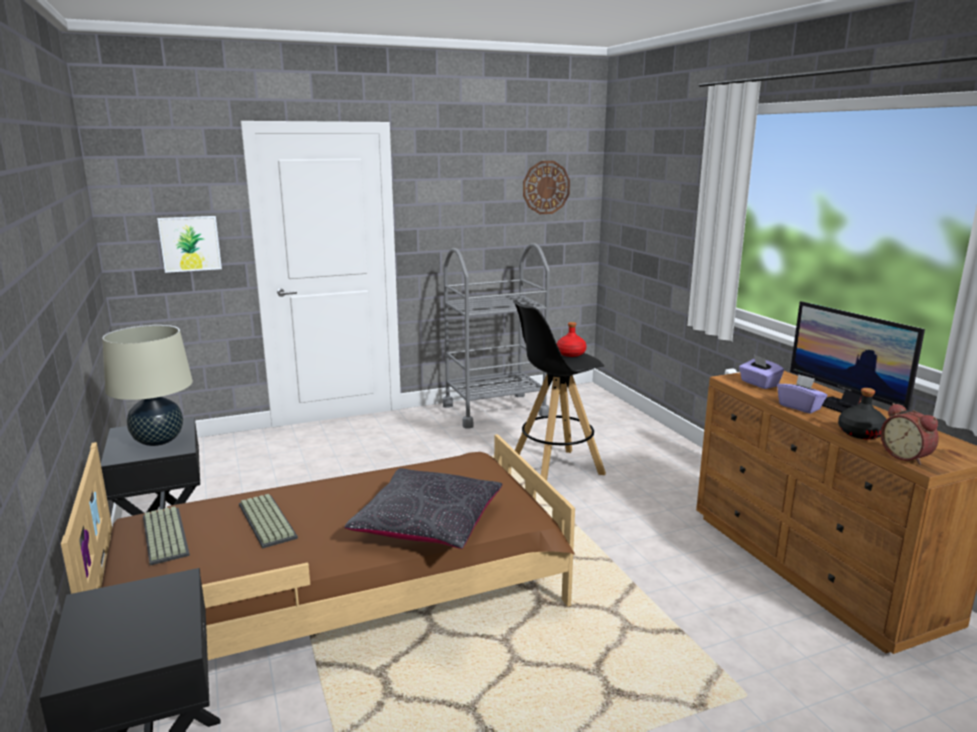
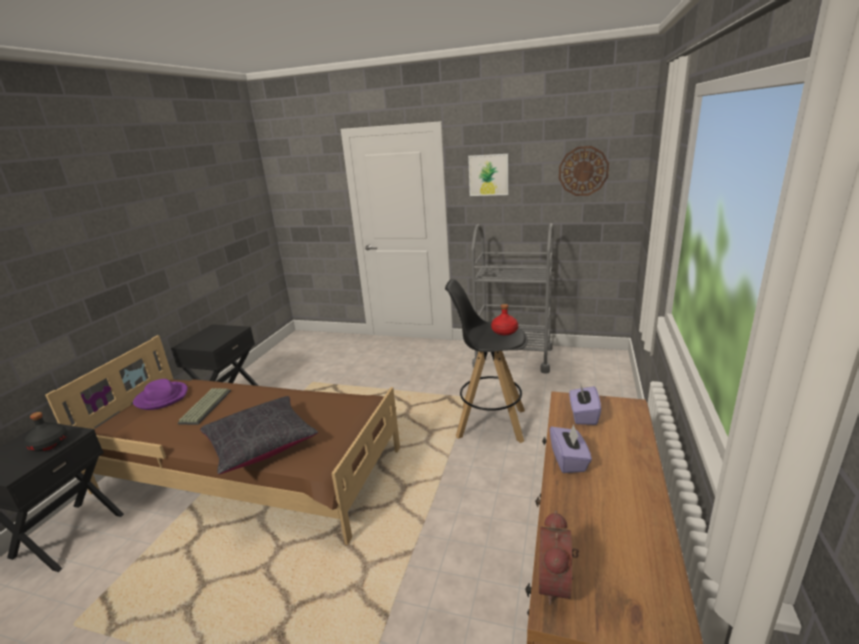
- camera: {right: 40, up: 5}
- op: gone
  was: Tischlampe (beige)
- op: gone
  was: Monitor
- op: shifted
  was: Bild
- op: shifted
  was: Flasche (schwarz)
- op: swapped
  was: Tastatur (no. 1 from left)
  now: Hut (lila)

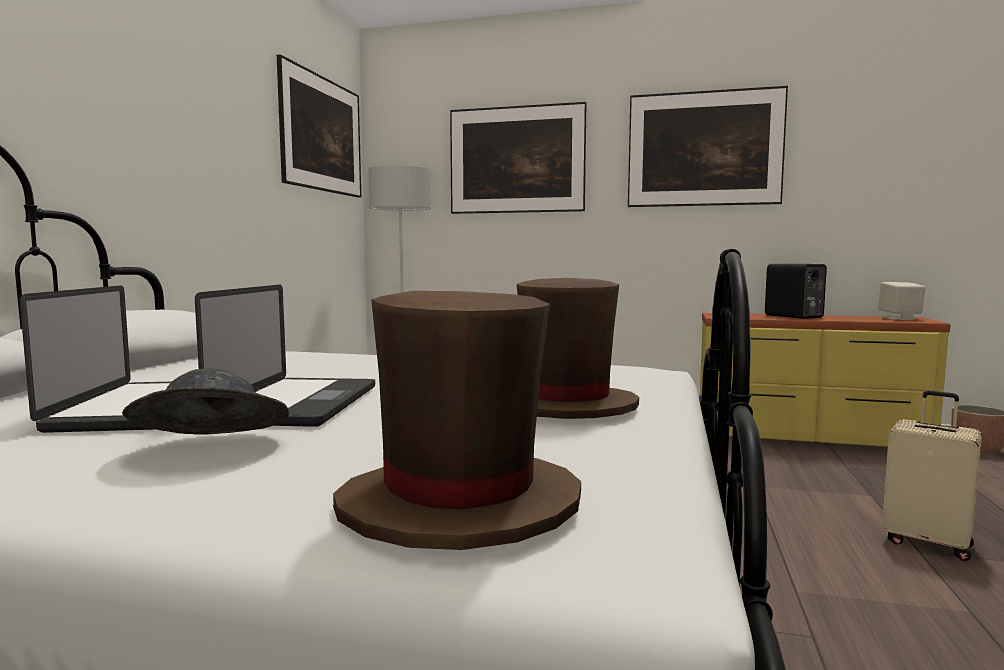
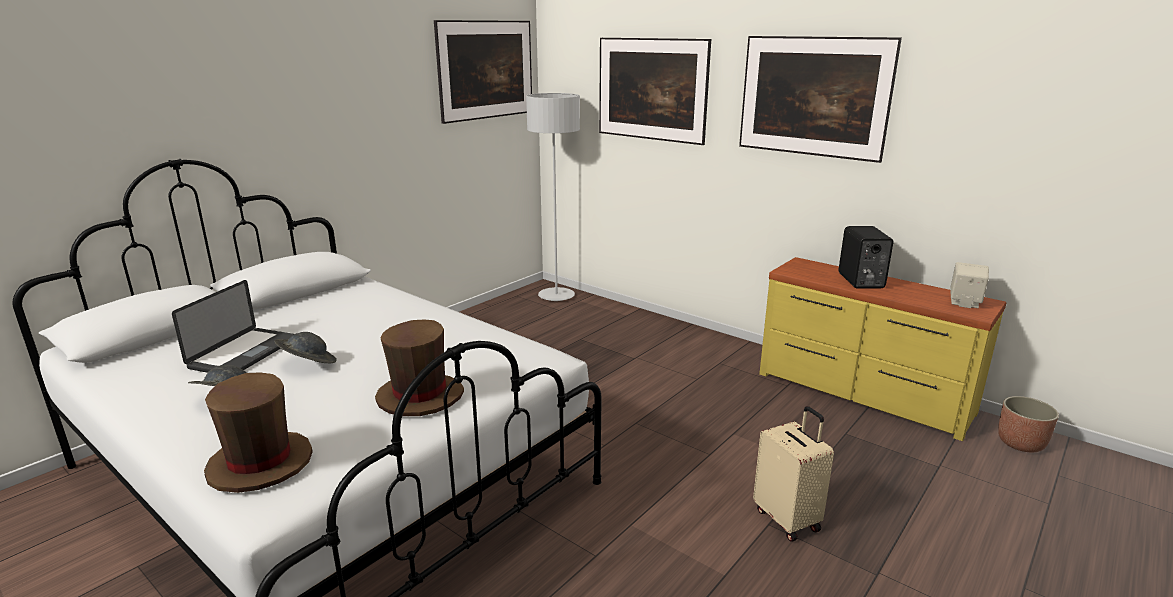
- camera: {right: 25, up: 15}
- op: swapped
  was: Laptop (no. 2 from left)
  now: Hut (grau) (no. 2 from left)

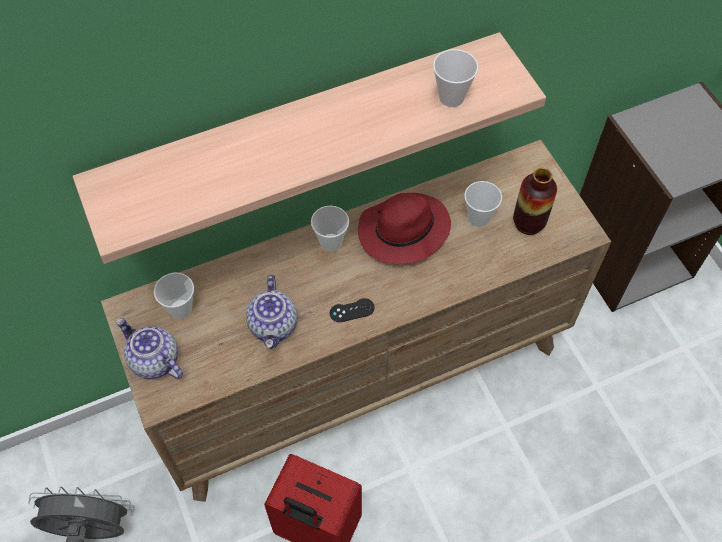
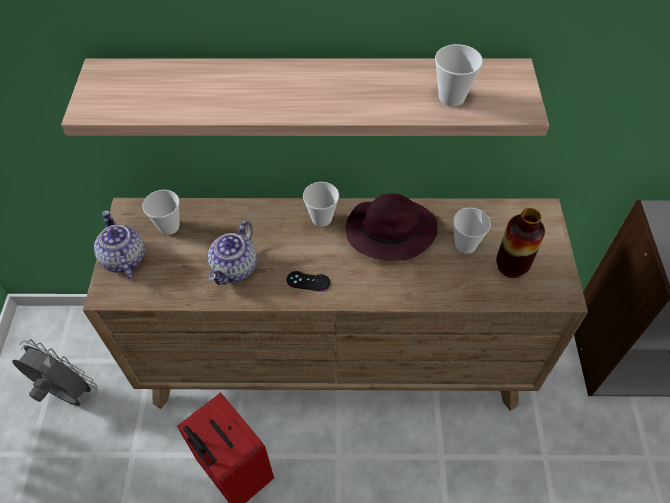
- camera: {right: 25, up: -5}
- op: repainted
  was: Hut (rot)
  now: Hut (lila)

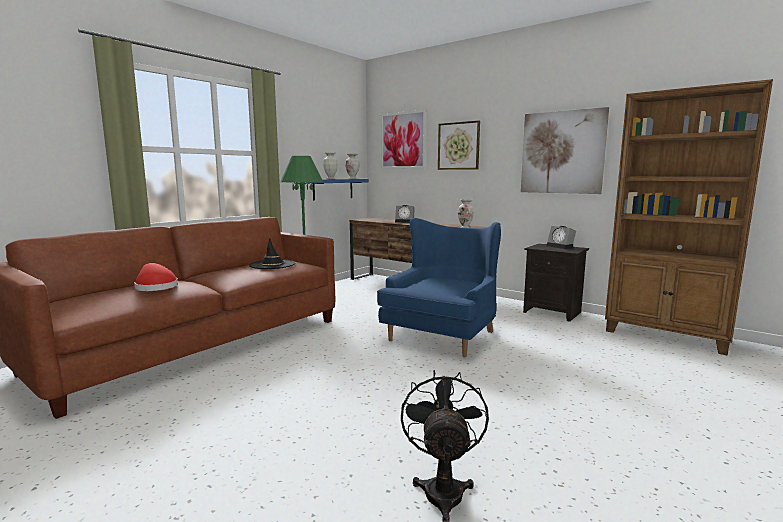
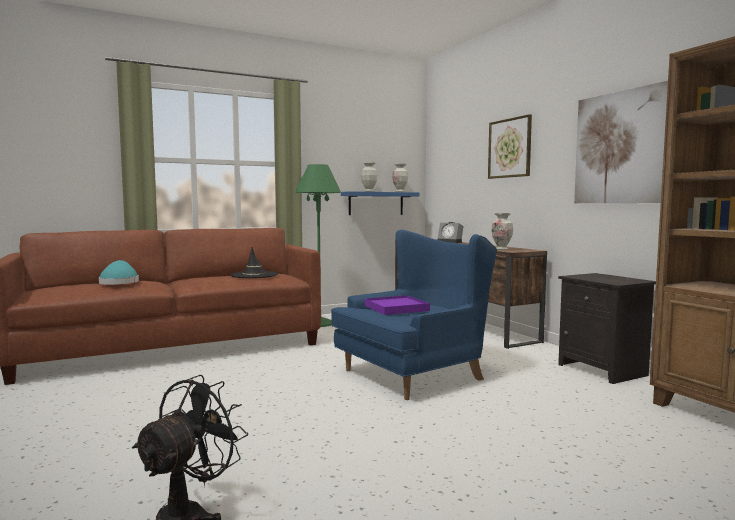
- camera: {right: 25, up: -5}
- op: gone
  was: Bild (no. 1 from left)
- op: gone
  was: Wecker (no. 2 from left)
- op: new
  now: Tablett (lila)
- op: repainted
  was: Hut (rot)
  now: Hut (türkis)

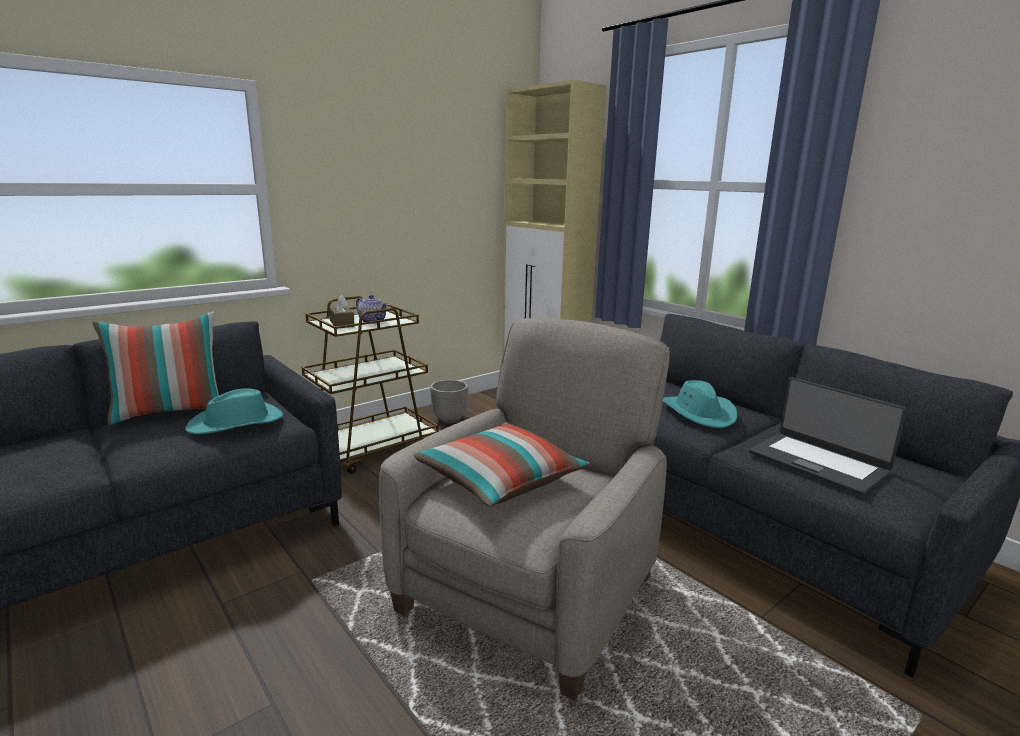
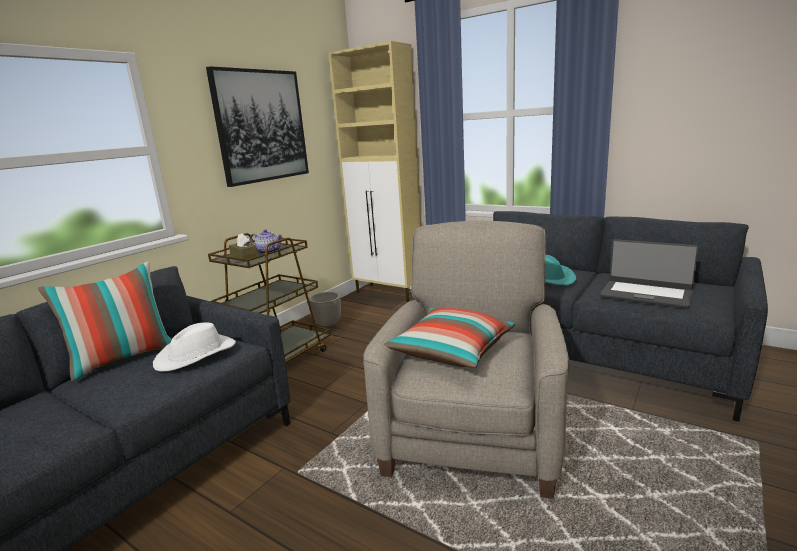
- camera: {right: -15, up: 0}
- op: new
  now: Bild
- op: repainted
  was: Hut (türkis) (no. 1 from left)
  now: Hut (weiß)

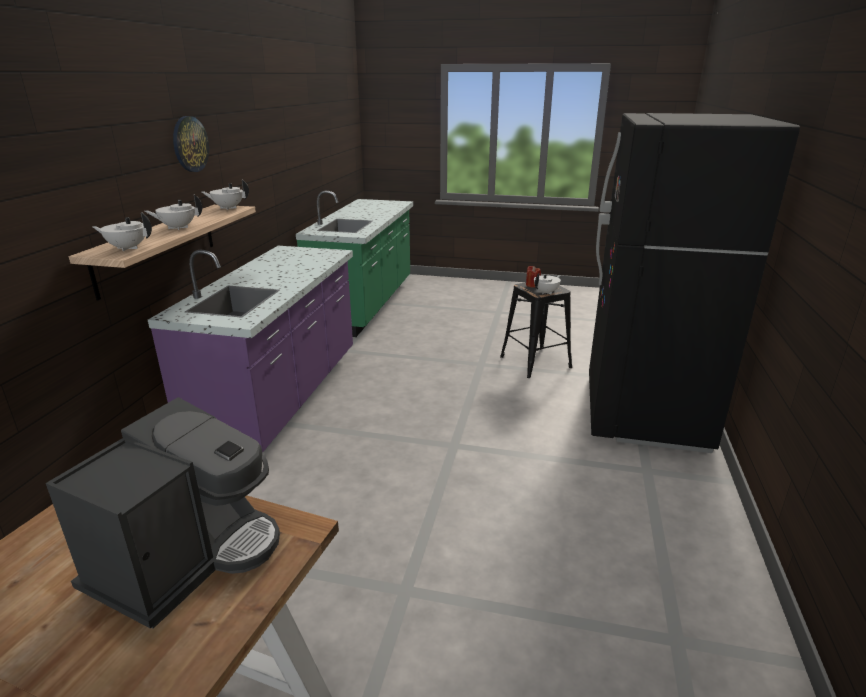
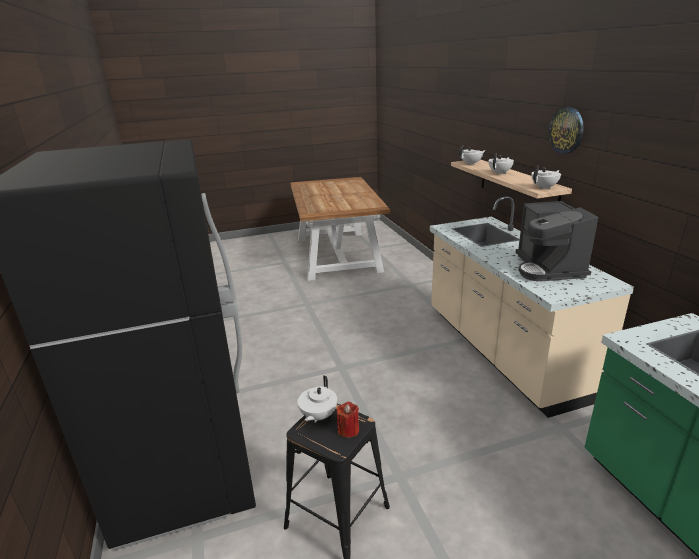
- camera: {right: 150, up: 0}
- op: shifted
  was: Kaffeemaschine
- op: repainted
  was: Küchenzeile (lila)
  now: Küchenzeile (beige)

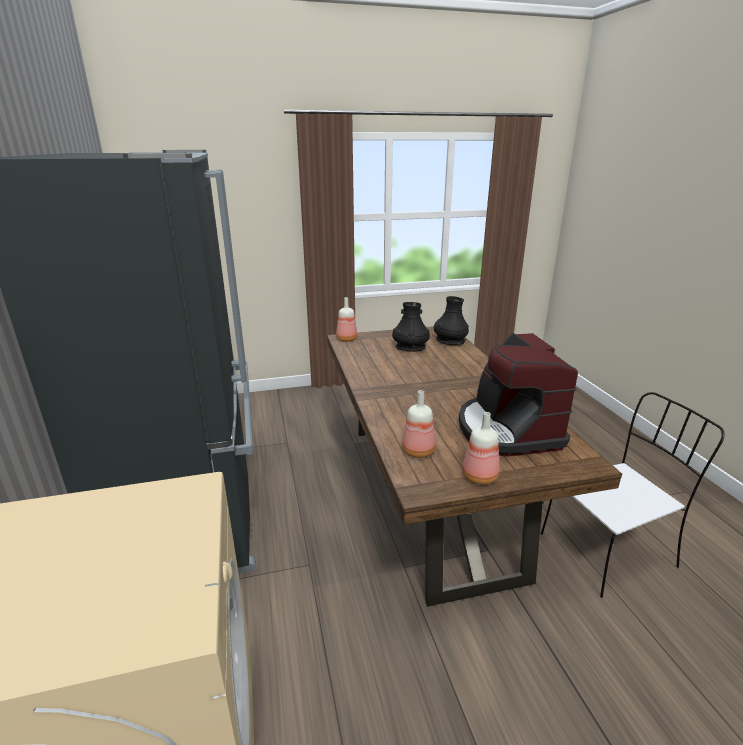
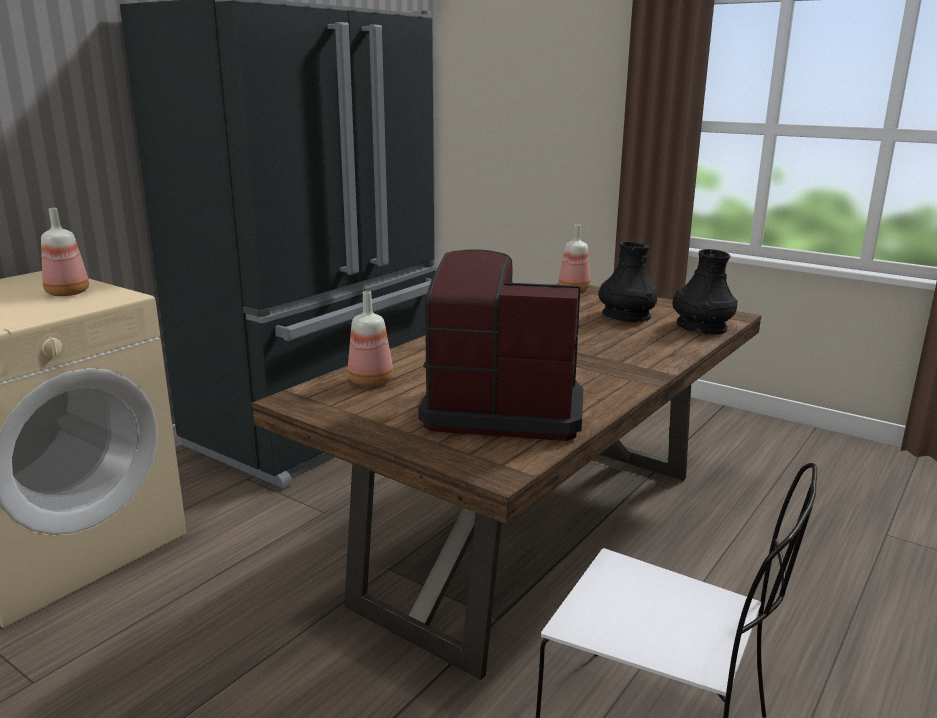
- camera: {right: 50, up: -5}
- op: shifted
  was: Flasche (no. 3 from left in the first image)
  now: Flasche (no. 1 from left)
- op: rotated
  was: Kaffeemaschine
  clockwise: 60

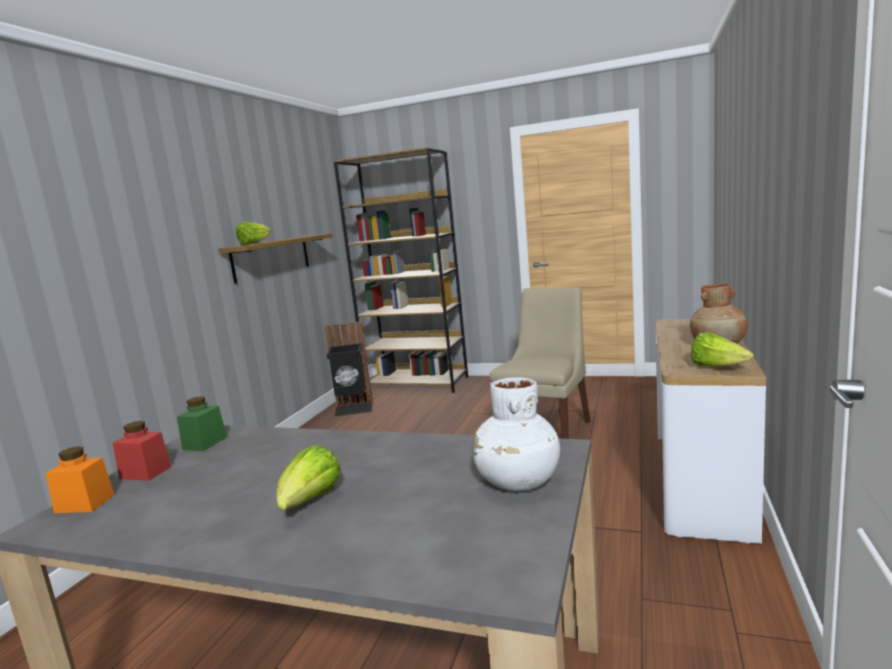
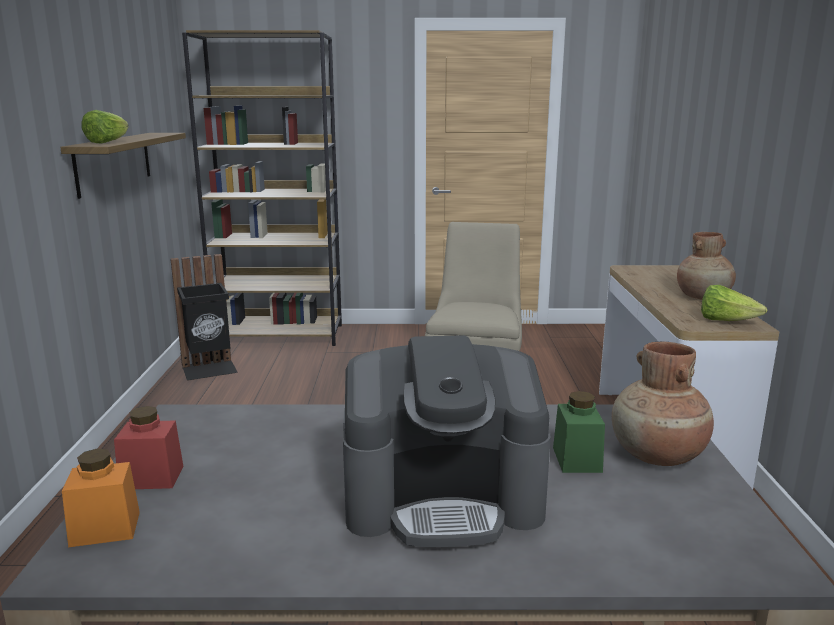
- camera: {right: -20, up: 5}
- op: shifted
  was: Vorratsglas (grün)
- op: swapped
  was: Salatkopf (no. 2 from left)
  now: Kaffeemaschine
- op: repainted
  was: Vase (weiß)
  now: Vase (braun) (no. 1 from left)

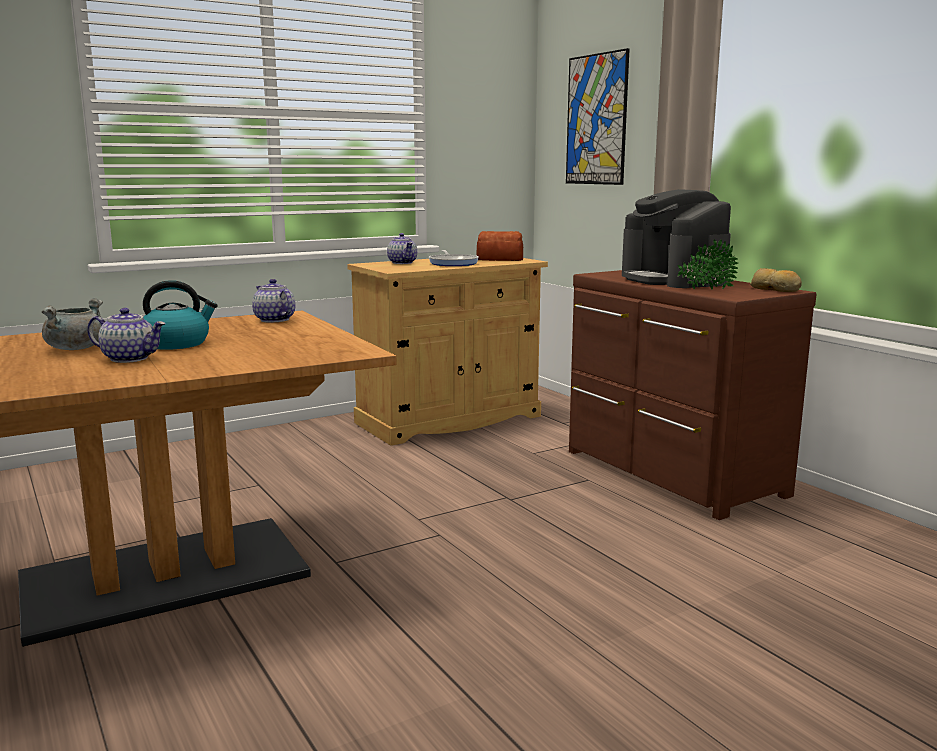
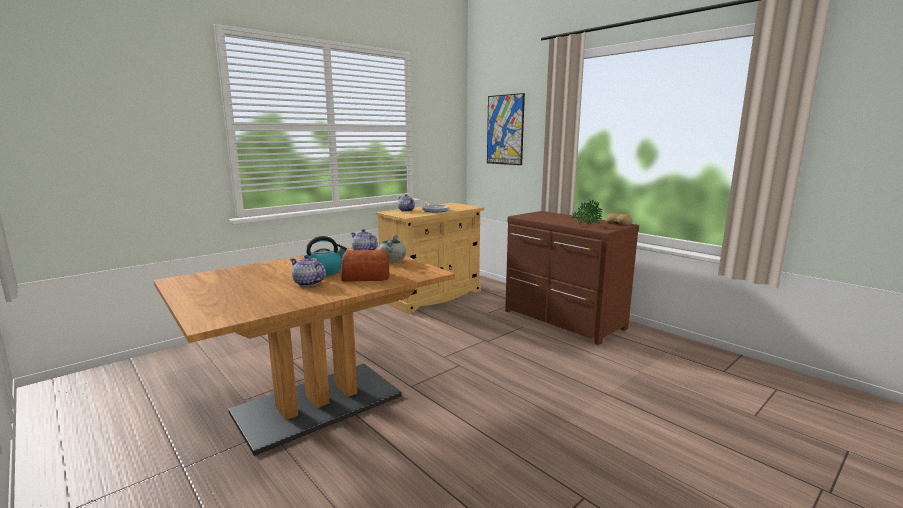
- camera: {right: -10, up: 0}
- op: gone
  was: Kaffeemaschine
- op: shifted
  was: Kochtopf (grau)
- op: shifted
  was: Brot (no. 1 from left)
- op: rotated
  was: Teekanne (no. 1 from left)
  clockwise: -150

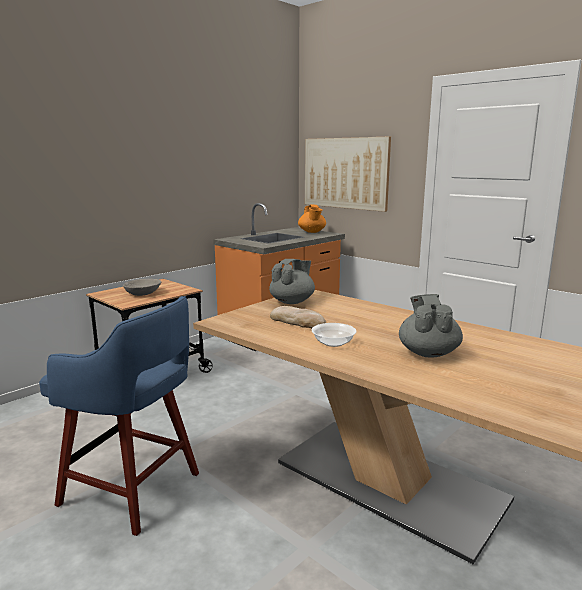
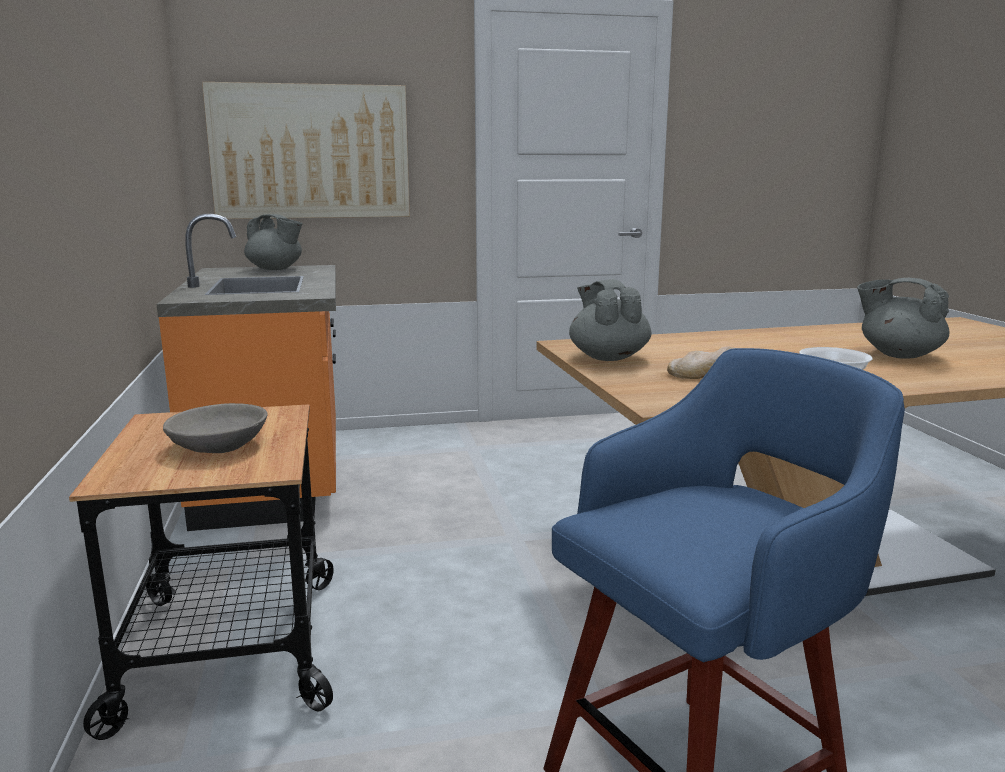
- camera: {right: -55, up: 0}
- op: repainted
  was: Teekanne (orange)
  now: Teekanne (grau) (no. 1 from left)

